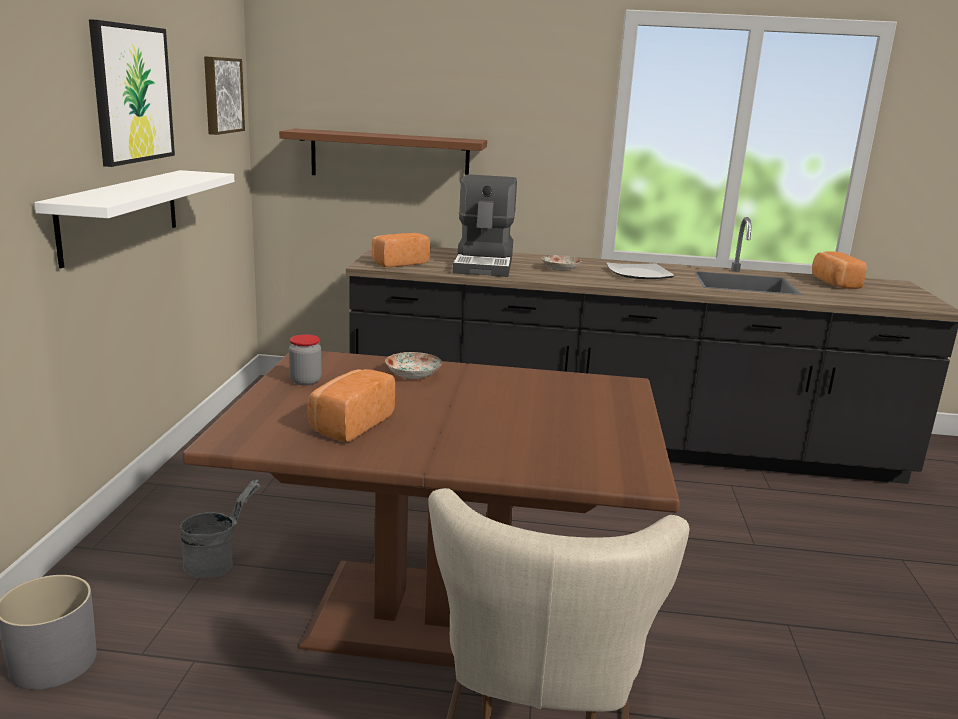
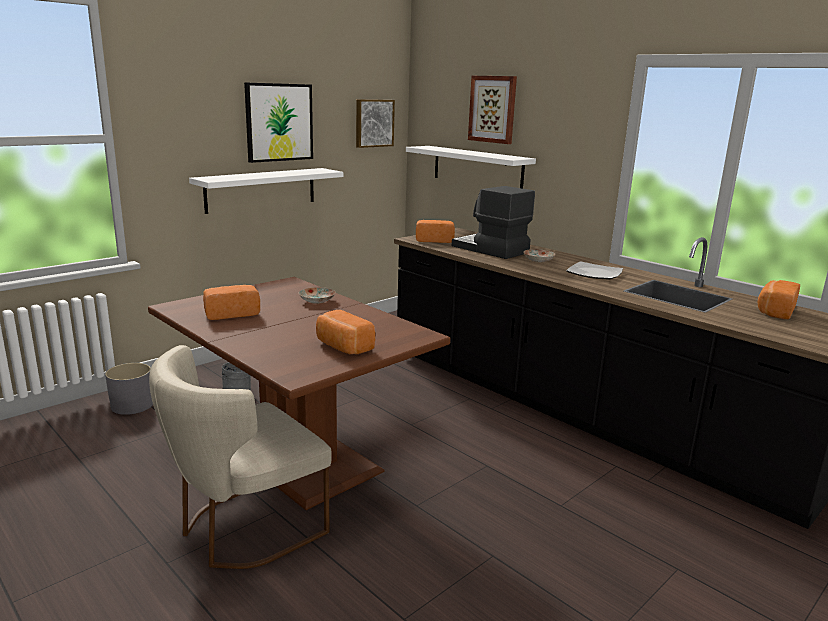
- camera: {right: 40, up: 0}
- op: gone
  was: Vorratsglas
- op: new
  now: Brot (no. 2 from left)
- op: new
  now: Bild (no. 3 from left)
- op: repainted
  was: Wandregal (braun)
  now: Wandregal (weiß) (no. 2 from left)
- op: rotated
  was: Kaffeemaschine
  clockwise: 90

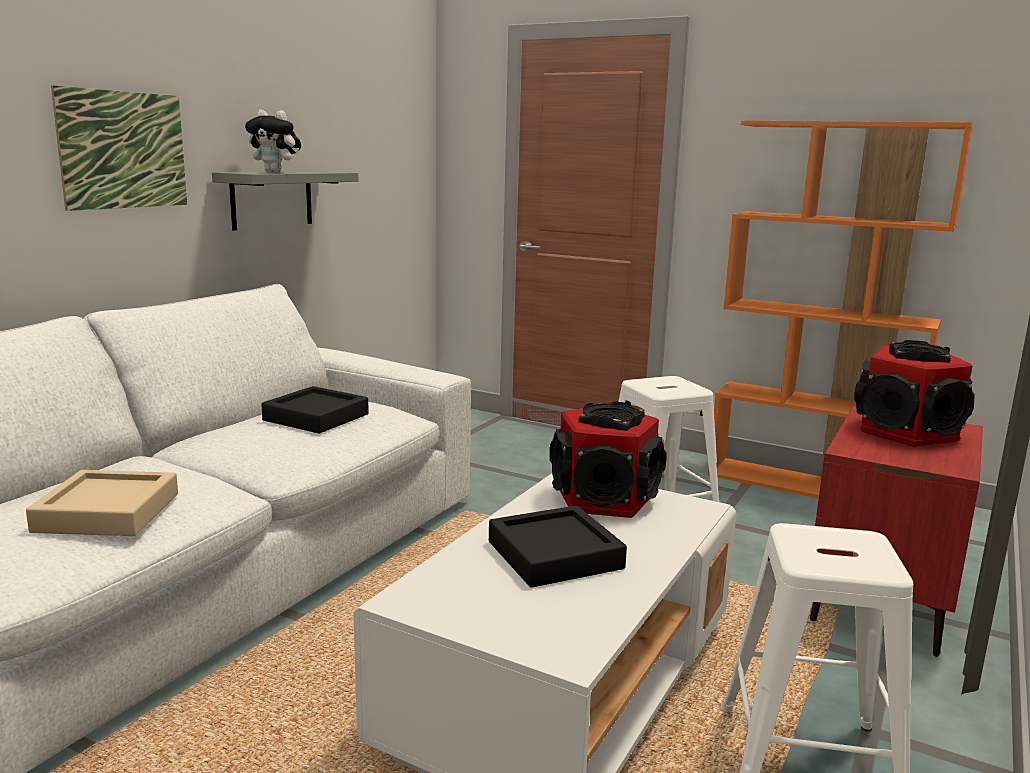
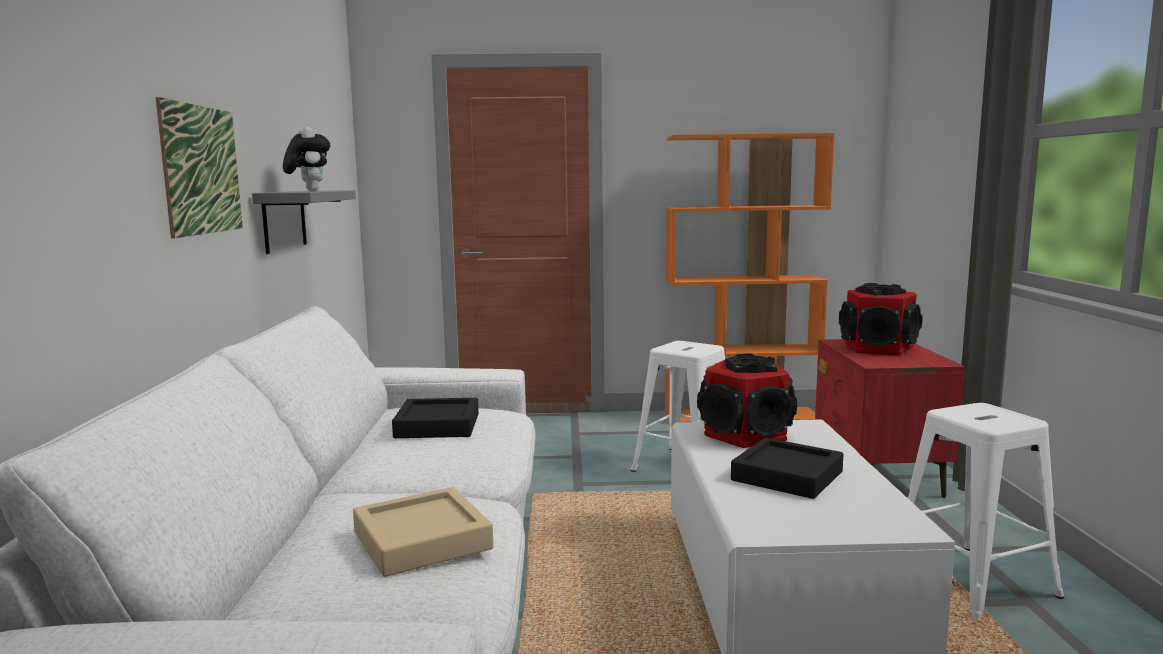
- camera: {right: -30, up: -5}
- op: rotated
  was: Plüschtier
  clockwise: -105

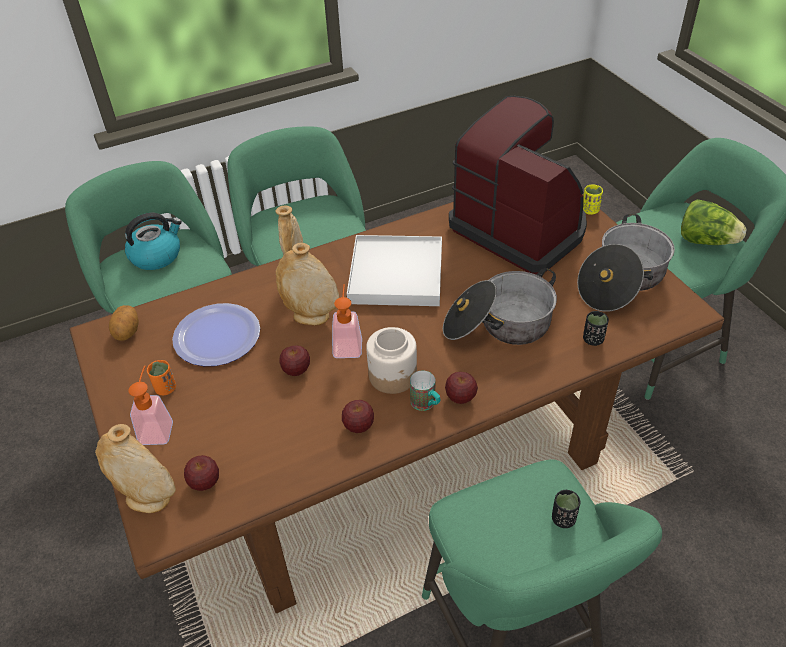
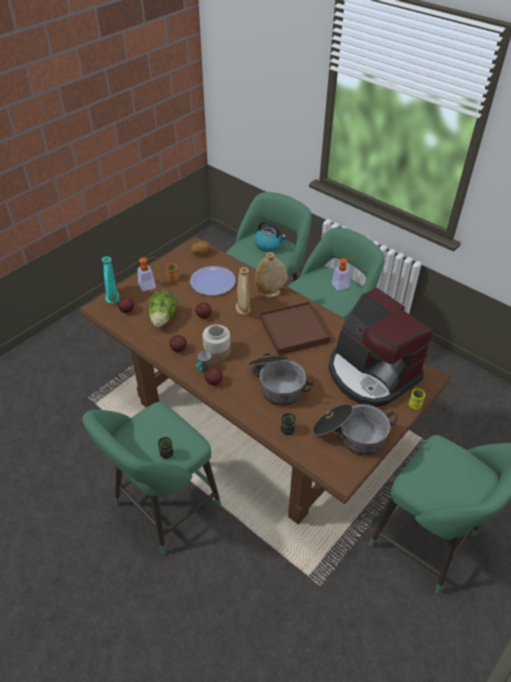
- camera: {right: 65, up: 0}
- op: shifted
  was: Seifenspender (no. 2 from left)
- op: shifted
  was: Salatkopf
- op: repainted
  was: Vase (beige) (no. 1 from left)
  now: Vase (türkis)
- op: repainted
  was: Tablett (weiß)
  now: Tablett (braun)
- op: rotated
  was: Kaffeemaschine
  clockwise: 120

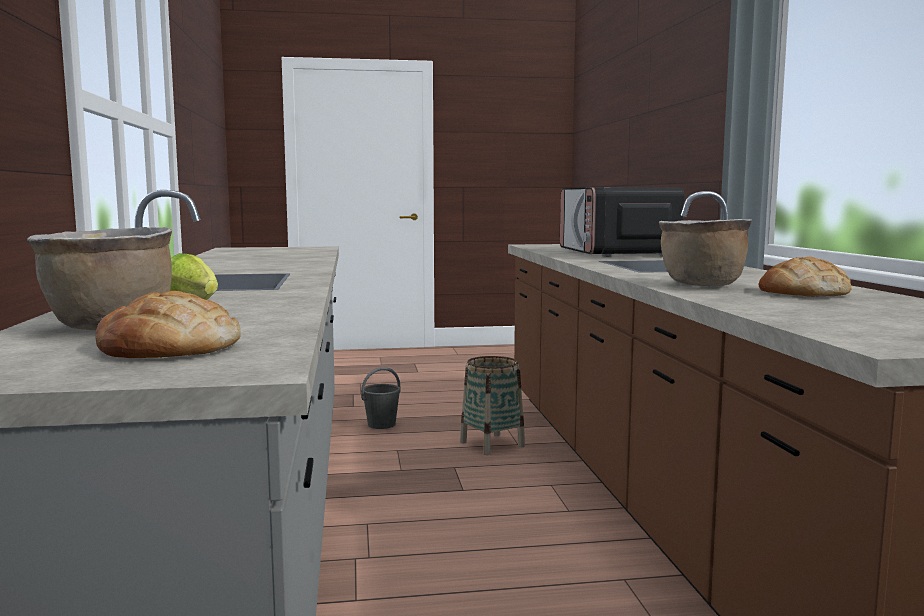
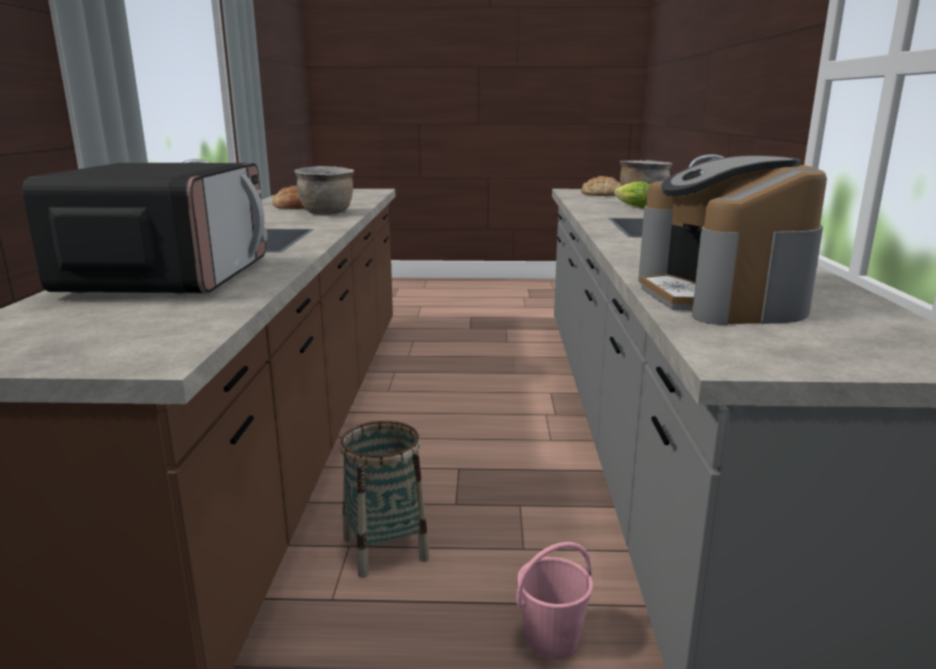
- camera: {right: -170, up: 10}
- op: new
  now: Kaffeemaschine
- op: repainted
  was: Eimer (grau)
  now: Eimer (rosa)

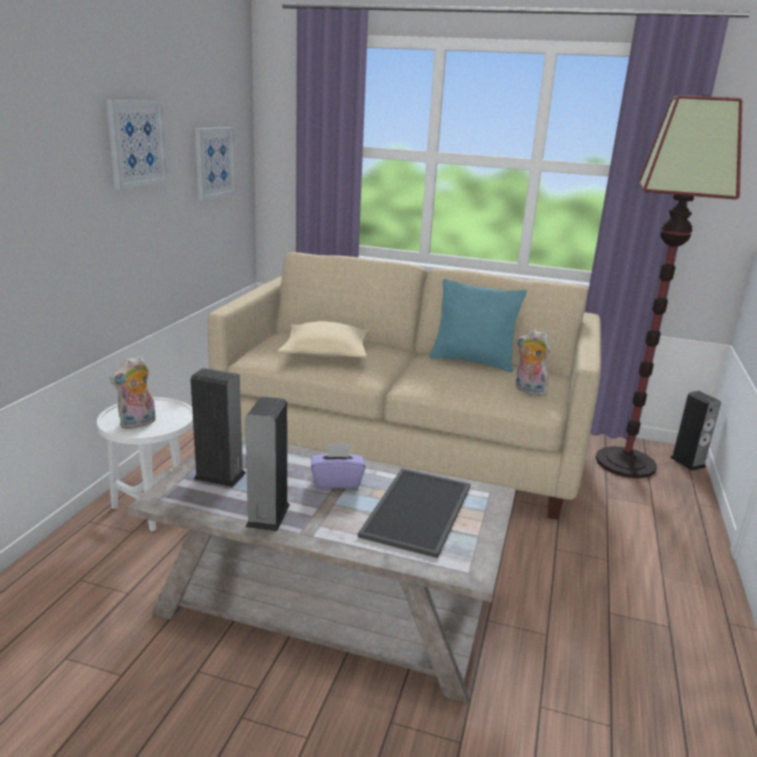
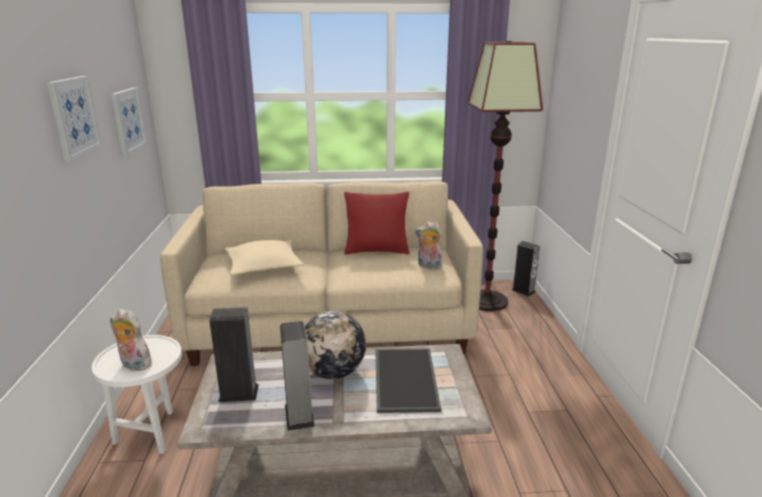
- camera: {right: -20, up: 0}
- op: swapped
  was: Taschentuchbox (lila)
  now: Globus
- op: repainted
  was: Kissen (türkis)
  now: Kissen (rot)
- op: rotated
  was: Plüschtier (no. 1 from left)
  clockwise: 90

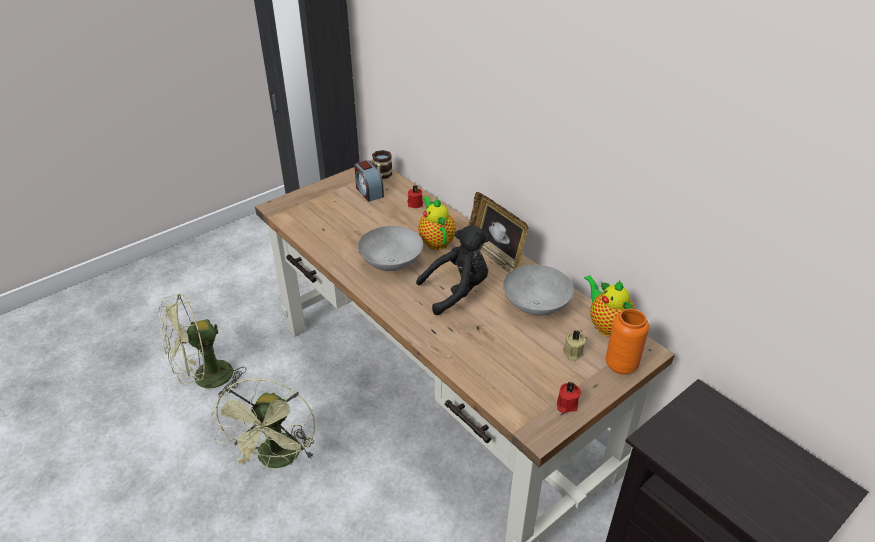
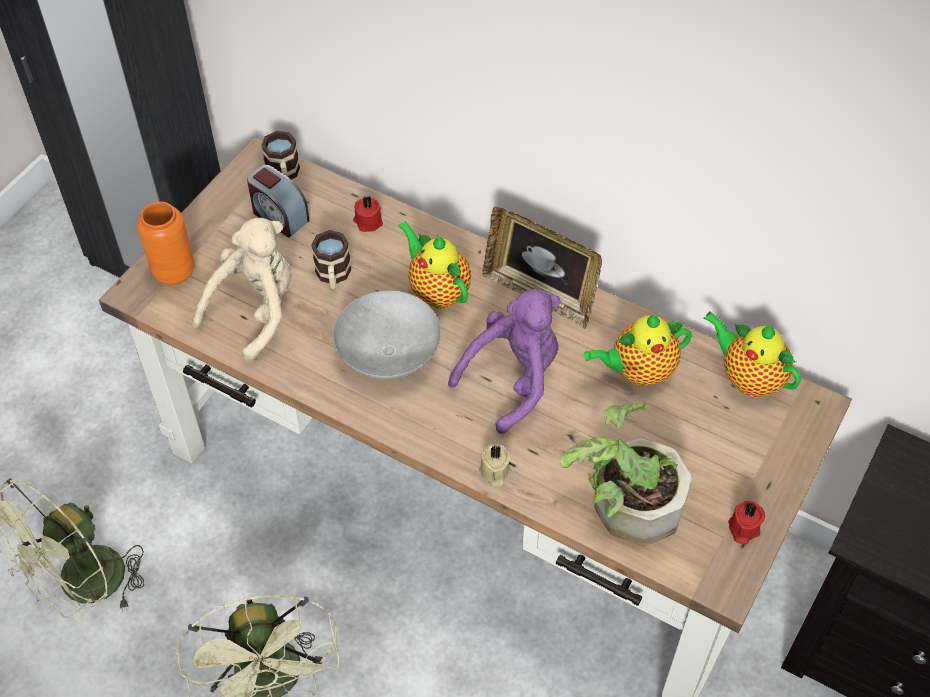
- camera: {right: -20, up: 15}
- op: new
  now: Plüschtier (beige)
- op: new
  now: Henkelbecher (no. 2 from left)
- op: new
  now: Topfpflanze
- op: shifted
  was: Kerze (beige)
- op: shifted
  was: Vase (orange)
- op: swapped
  was: Schüssel (grau) (no. 2 from left)
  now: Teekanne (no. 2 from left)
- op: repainted
  was: Plüschtier (schwarz)
  now: Plüschtier (lila)

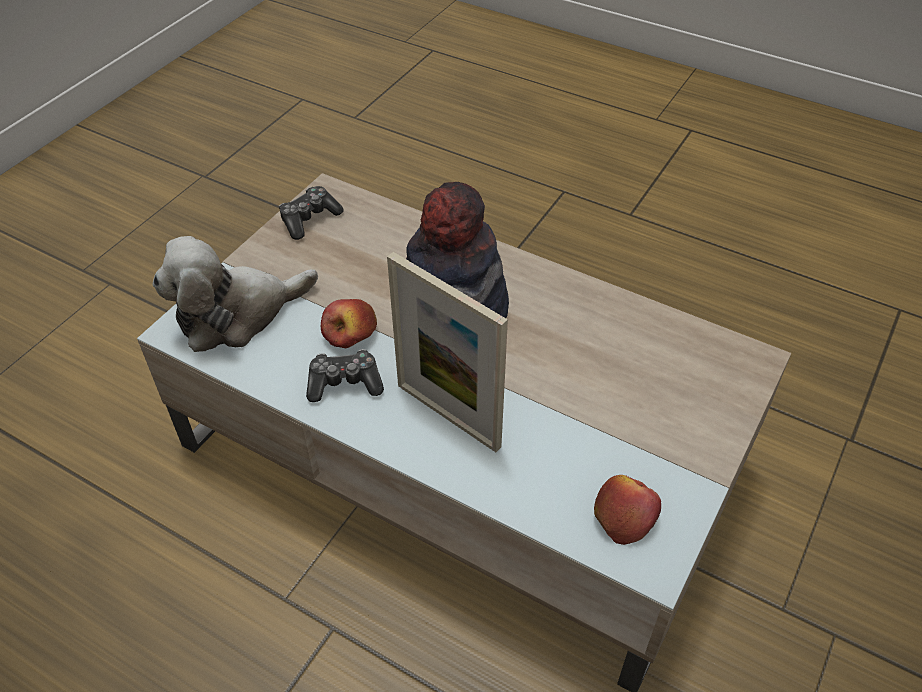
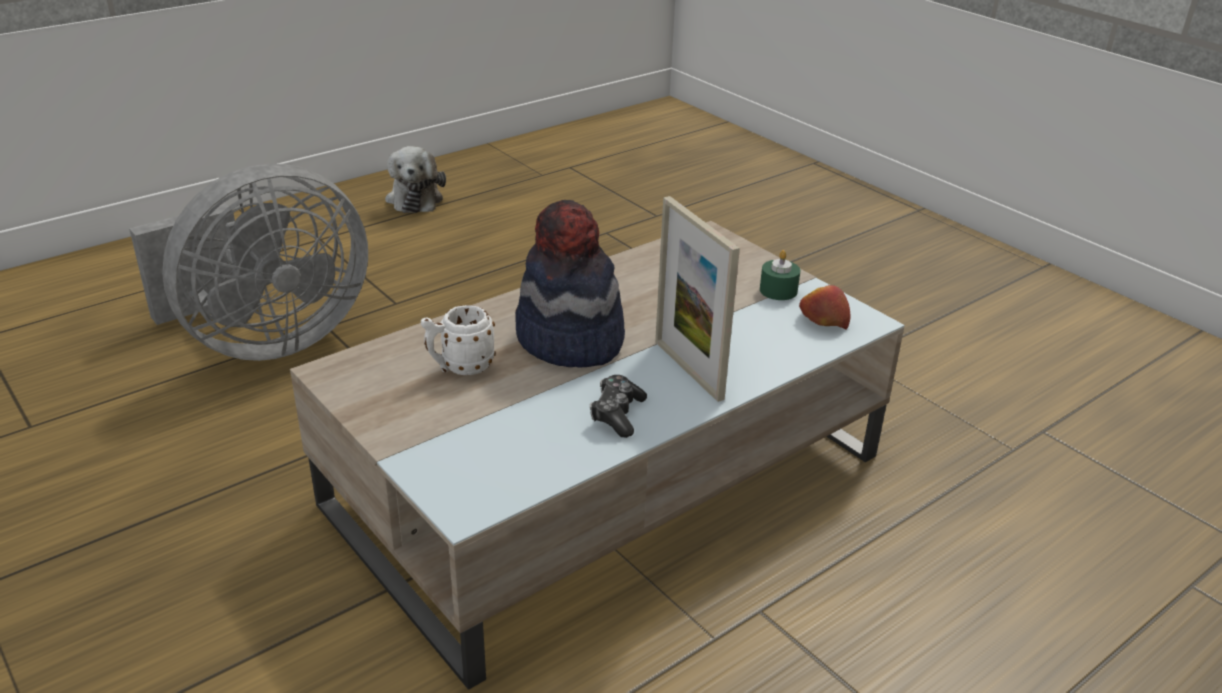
- camera: {right: -70, up: -15}
- op: gone
  was: Gamepad (no. 1 from left)
- op: gone
  was: Apfel (no. 1 from left)
- op: new
  now: Ventilator (grau)
- op: new
  now: Henkelbecher (weiß)
- op: new
  now: Kerze (grün)
- op: shifted
  was: Plüschtier
- op: rotated
  was: Bilderrahmen
  clockwise: 90

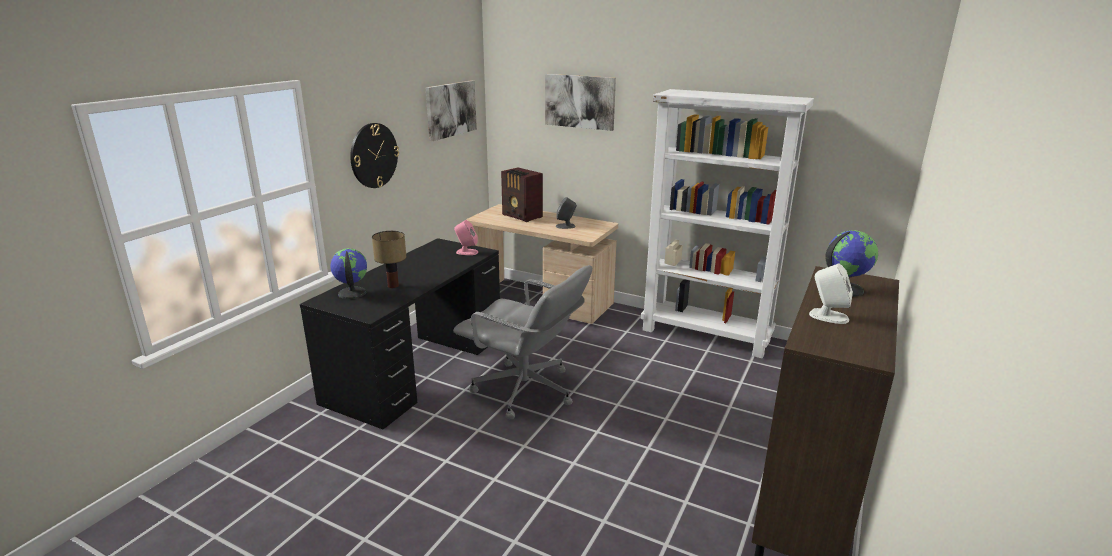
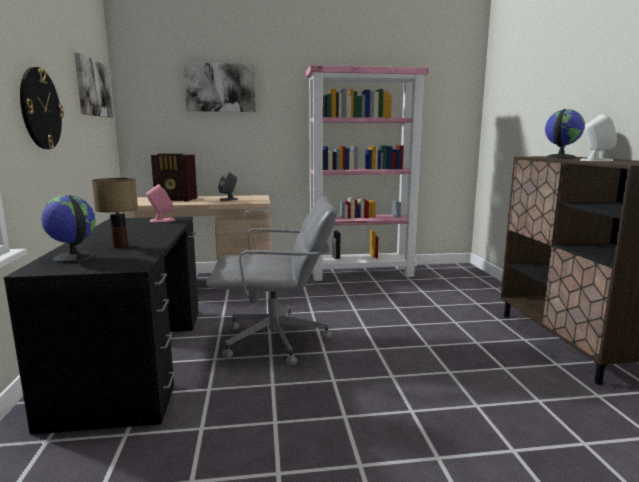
- camera: {right: -35, up: -10}
- op: repainted
  was: Bücherregal (weiß)
  now: Bücherregal (rosa)

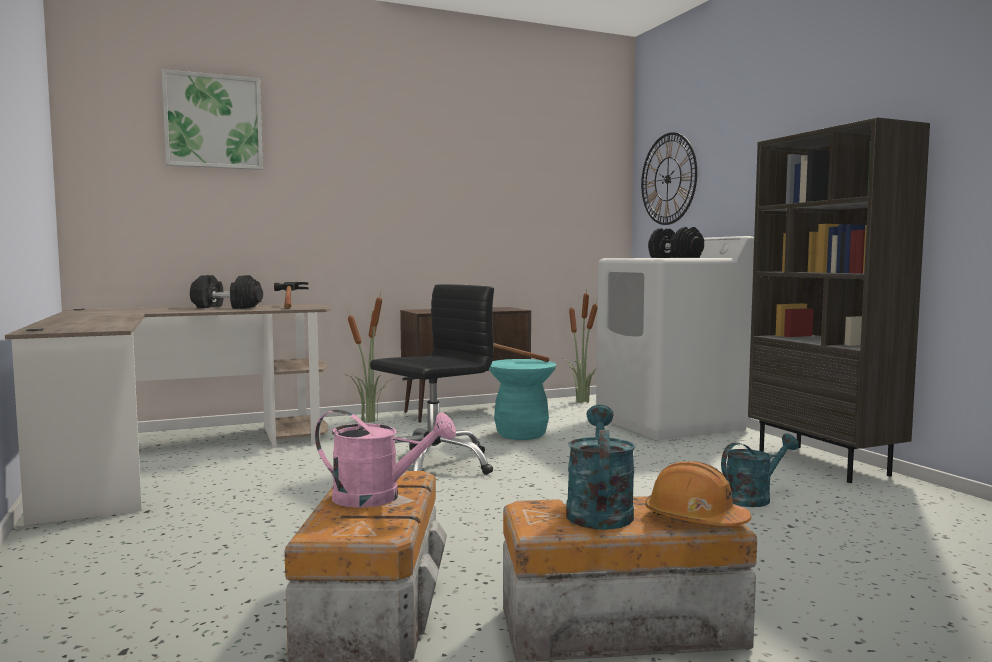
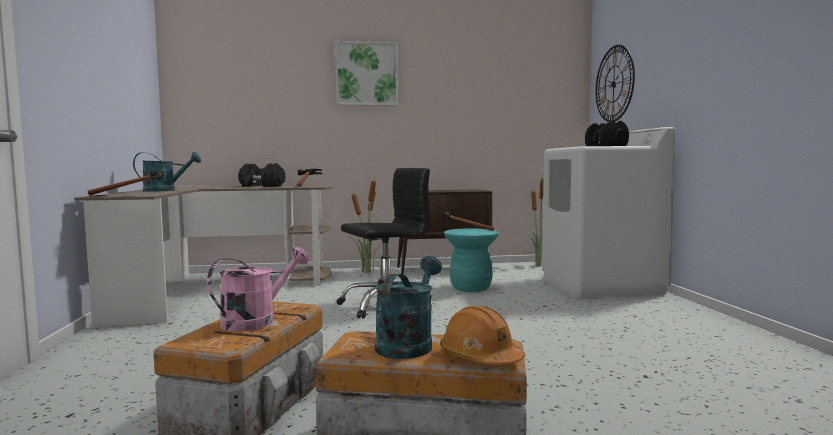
- camera: {right: 15, up: 0}
- op: gone
  was: Bücherregal (braun)
- op: new
  now: Hammer (no. 1 from left)
- op: shifted
  was: Bild
- op: shifted
  was: Gießkanne (türkis) (no. 2 from left in the first image)
  now: Gießkanne (türkis) (no. 1 from left)
- op: rotated
  was: Gießkanne (rosa)
  clockwise: -75

